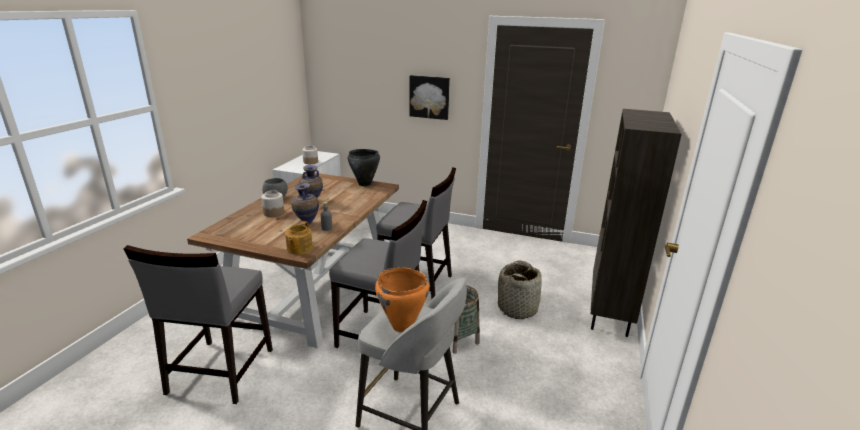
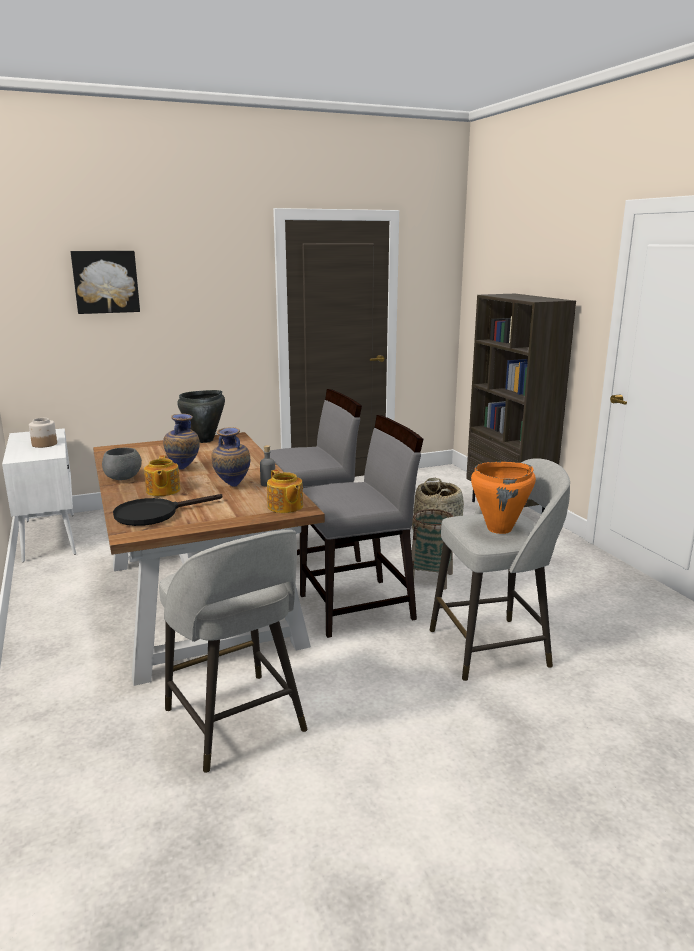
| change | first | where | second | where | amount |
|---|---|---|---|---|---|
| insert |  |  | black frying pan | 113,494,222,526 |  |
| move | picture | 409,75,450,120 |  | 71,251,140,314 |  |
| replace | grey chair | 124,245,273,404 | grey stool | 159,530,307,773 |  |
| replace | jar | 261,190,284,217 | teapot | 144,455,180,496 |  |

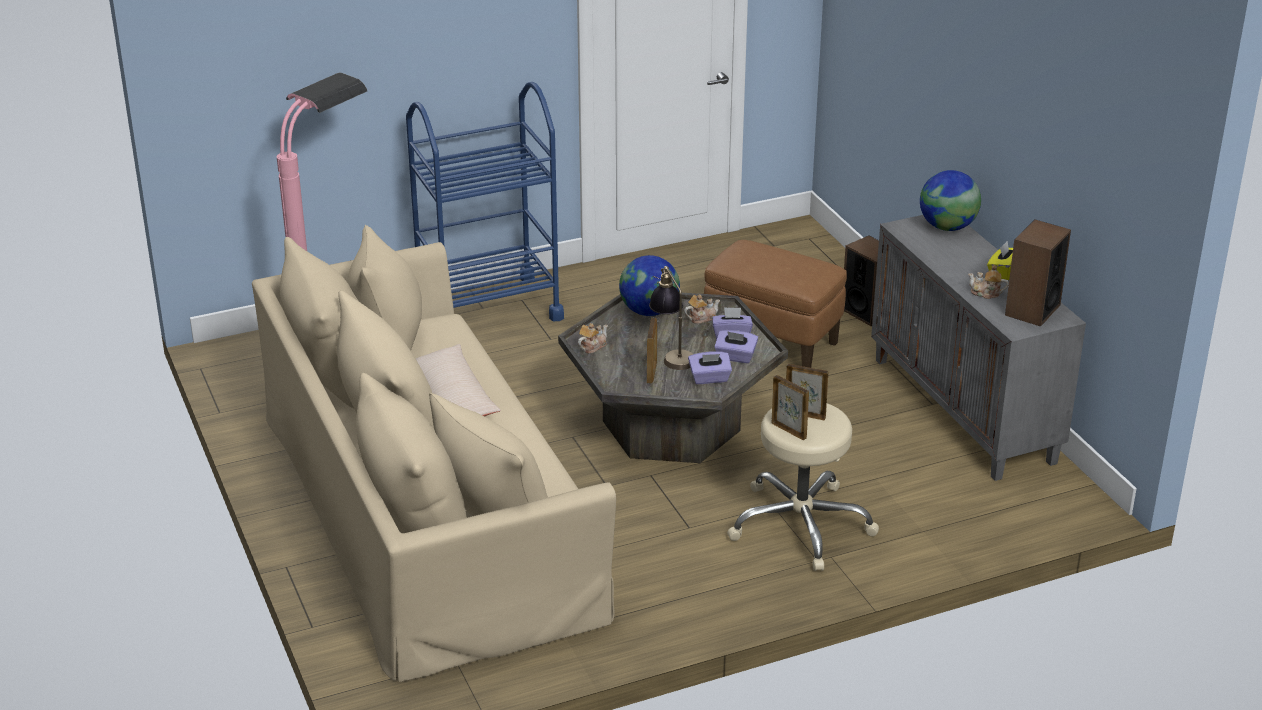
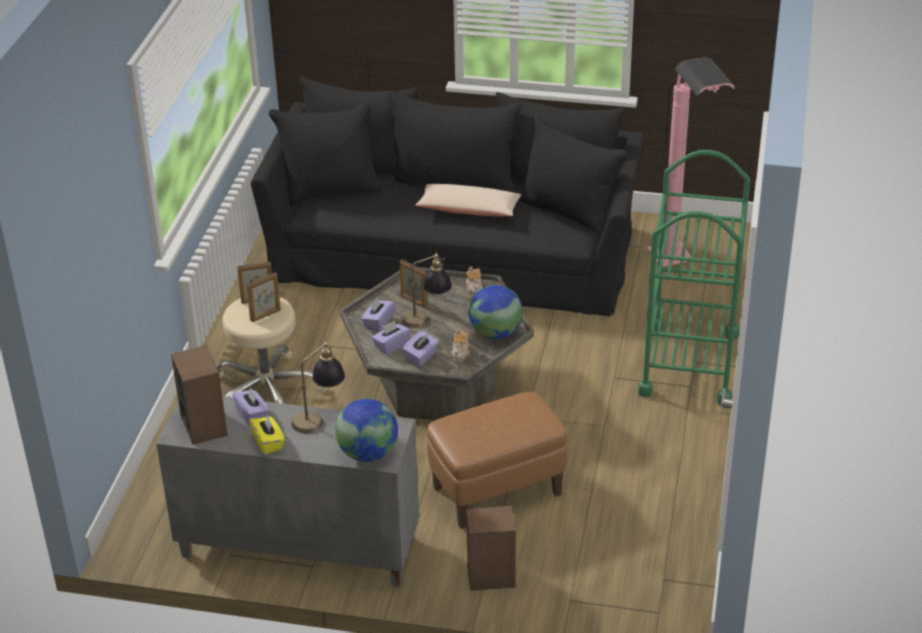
| change | first | where | second | where | amount |
|---|---|---|---|---|---|
| insert |  |  | table lamp | 292,340,345,434 |  |
| replace | teapot | 968,265,1009,299 | purple tissue box | 232,388,269,426 |  |
| recolor | beige sofa | 252,225,616,682 | black sofa | 251,77,645,317 |  |
| recolor | blue cart | 406,82,564,321 | green cart | 638,150,750,405 |  |

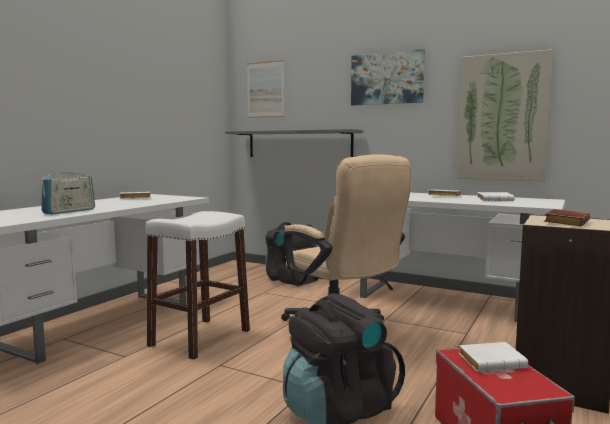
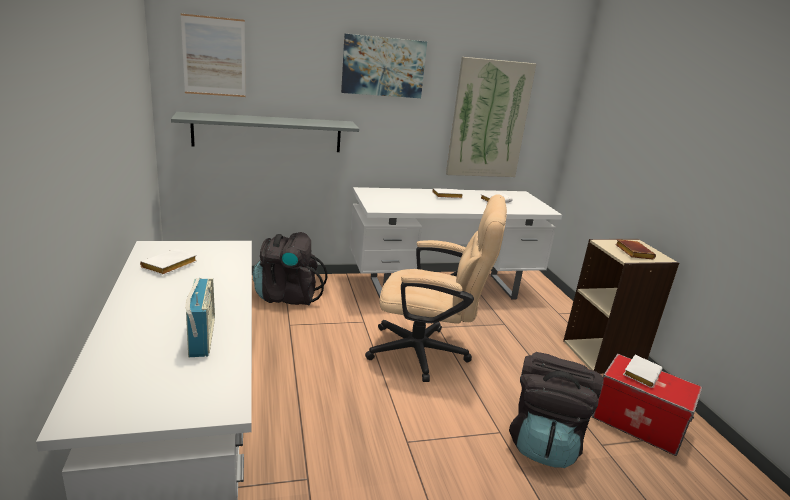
| change | first | where | second | where | amount |
|---|---|---|---|---|---|
| delete | white stool | 145,211,250,360 |  |  |  |

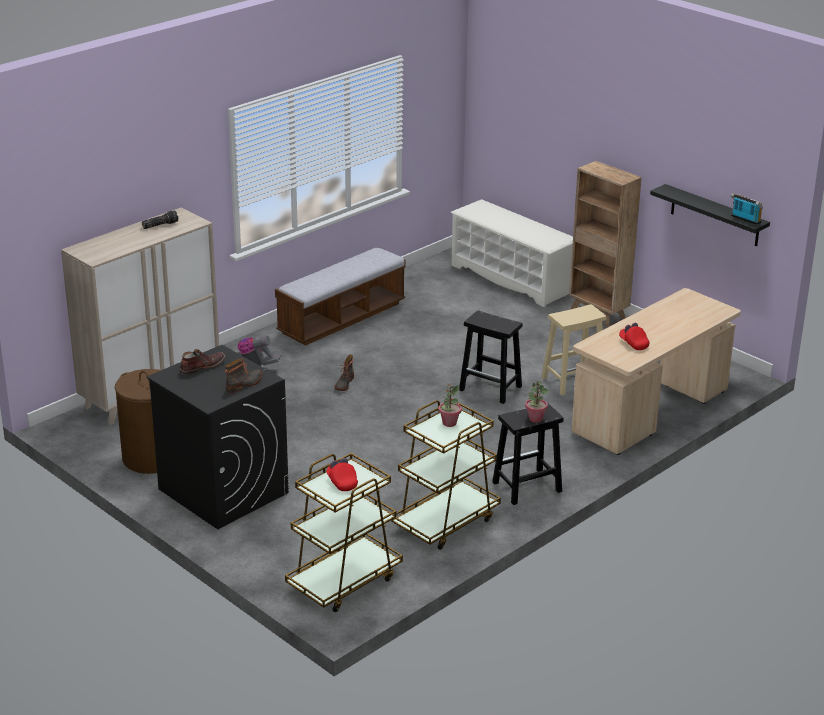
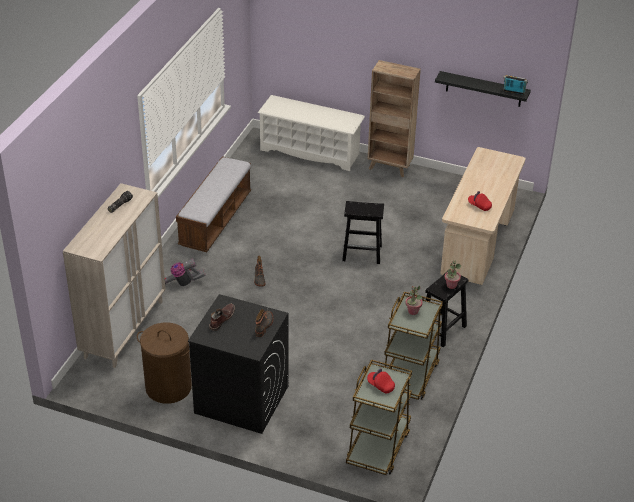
| change | first | where | second | where | amount |
|---|---|---|---|---|---|
| delete | beige stool | 541,304,607,395 |  |  |  |

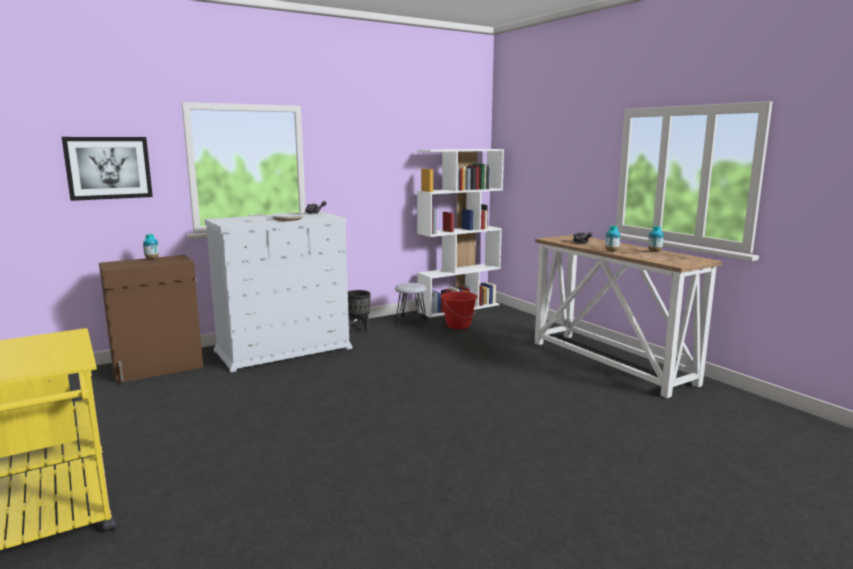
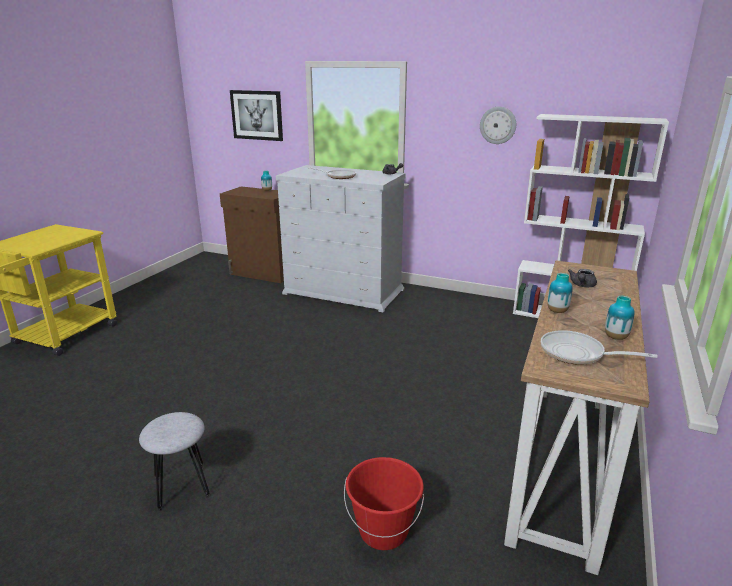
| change | first | where | second | where | amount |
|---|---|---|---|---|---|
| delete | black planter | 348,290,371,331 |  |  |  |
| insert |  |  | wall clock | 480,107,516,144 |  |
| insert |  |  | frying pan | 541,330,658,365 |  |
| move | grey stool | 395,283,427,328 |  | 139,412,210,511 |  |
| move | red bucket | 441,291,477,329 |  | 344,457,424,550 |  |

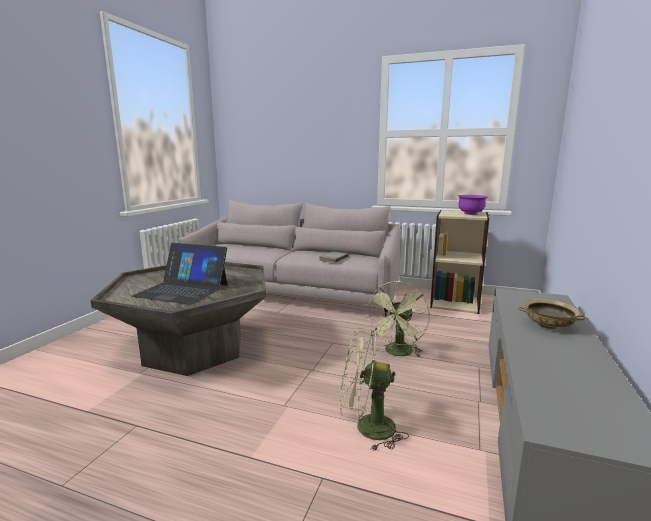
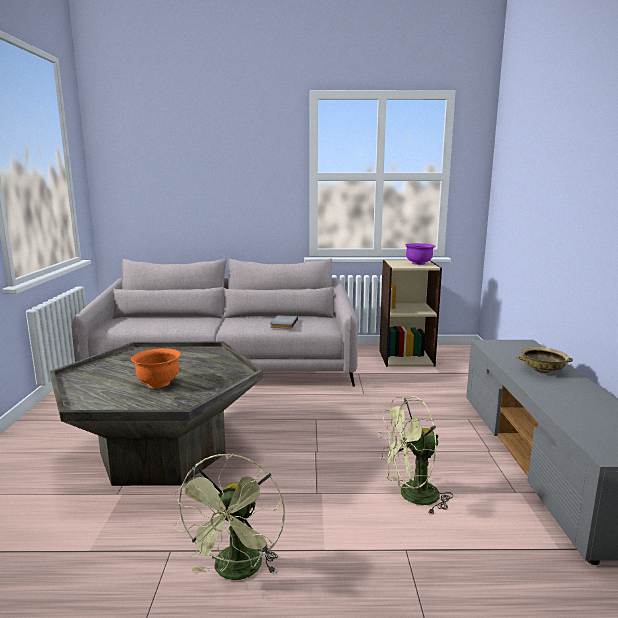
| change | first | where | second | where | amount |
|---|---|---|---|---|---|
| move | green fan | 365,281,430,358 |  | 173,453,285,580 |  |
| replace | laptop | 131,243,227,305 | orange bowl | 131,348,181,388 |  |

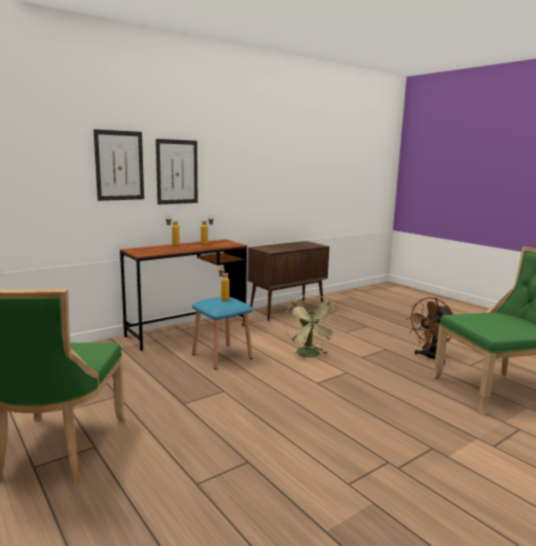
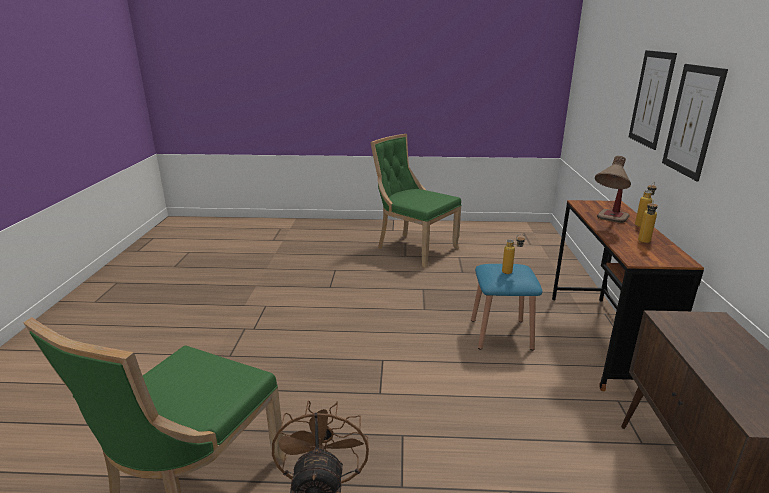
| change | first | where | second | where | amount |
|---|---|---|---|---|---|
| delete | green fan | 284,294,338,357 |  |  |  |
| insert |  |  | table lamp | 595,156,631,223 |  |

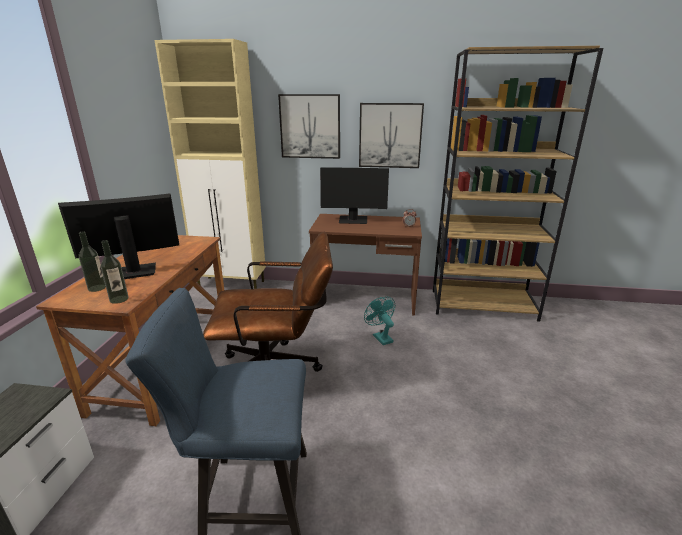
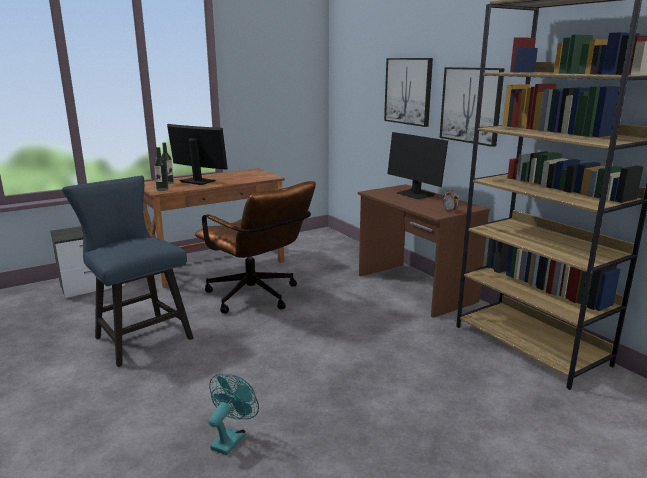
| change | first | where | second | where | amount |
|---|---|---|---|---|---|
| delete | beige cabinet | 155,39,266,289 |  |  |  |
| move | turquoise fan | 364,297,395,345 |  | 208,374,259,455 |  |

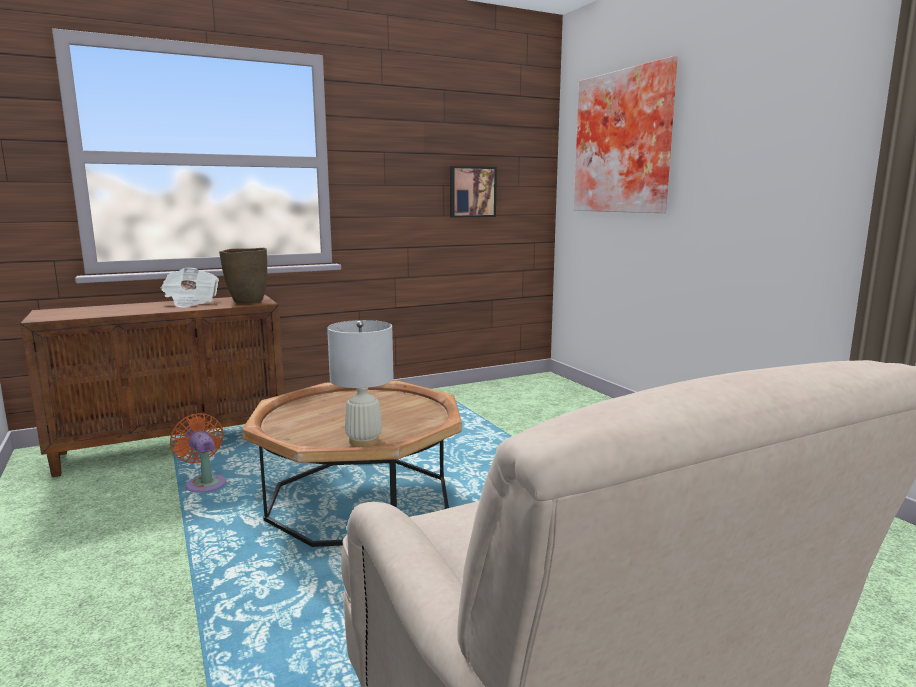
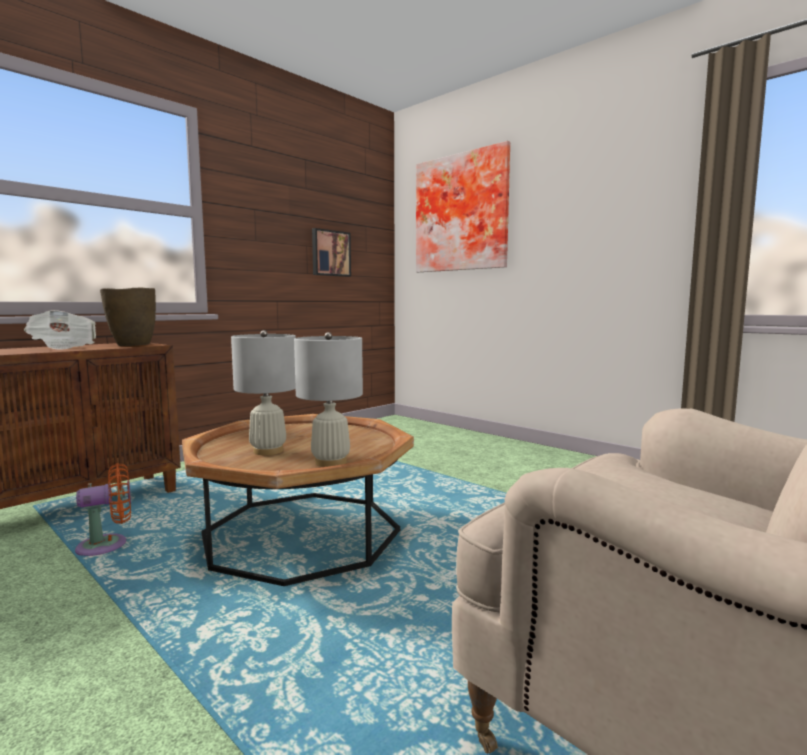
| change | first | where | second | where | amount |
|---|---|---|---|---|---|
| insert |  |  | white table lamp | 231,330,296,455 |  |
| rotate | orange fan | 170,413,227,493 |  | 75,463,131,556 | 120 degrees clockwise |

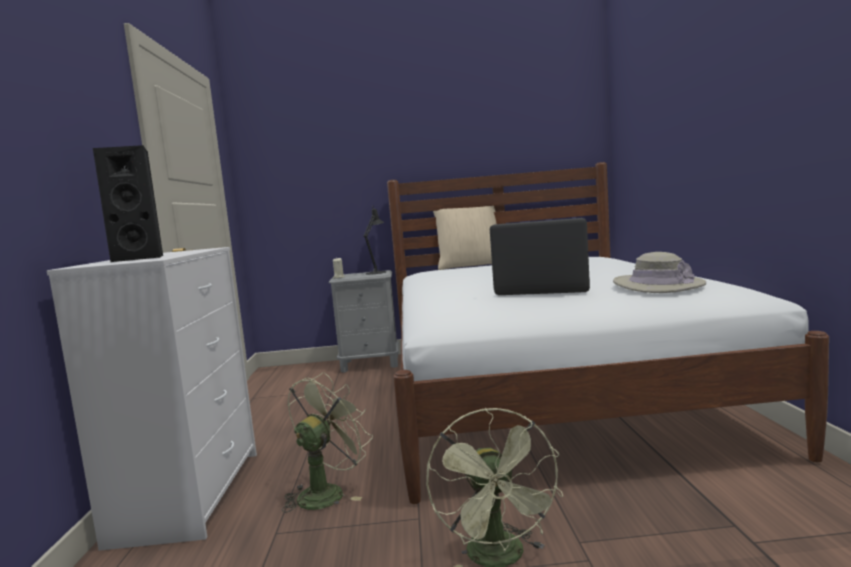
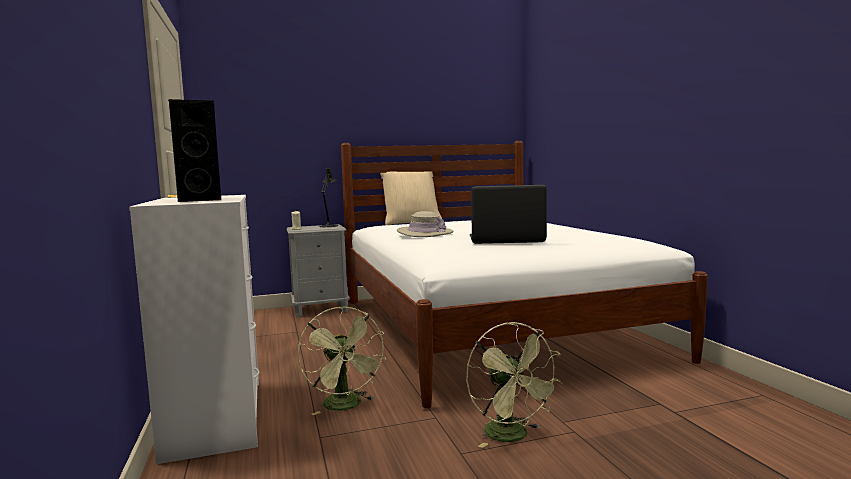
| change | first | where | second | where | amount |
|---|---|---|---|---|---|
| move | beige hat | 613,252,706,293 |  | 397,211,453,237 |  |
| rotate | green fan | 282,372,373,513 |  | 298,307,386,415 | 135 degrees clockwise |

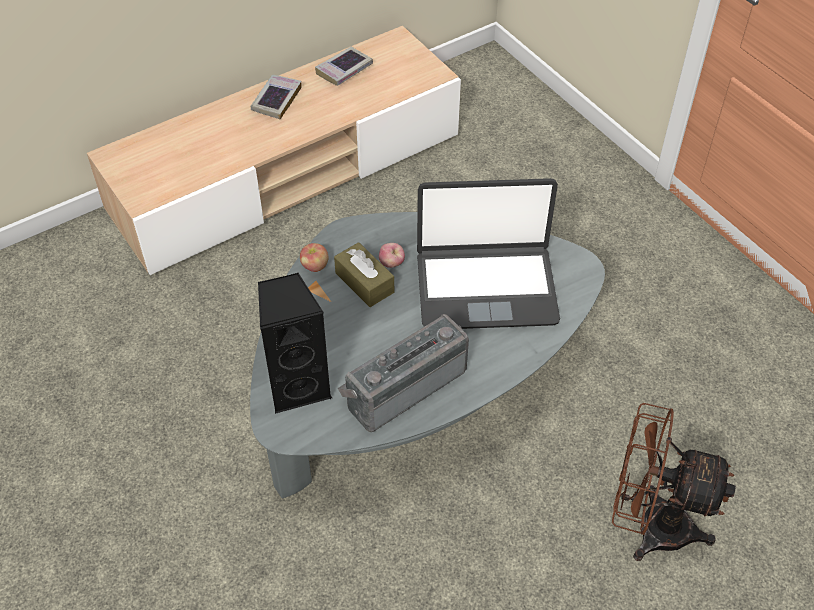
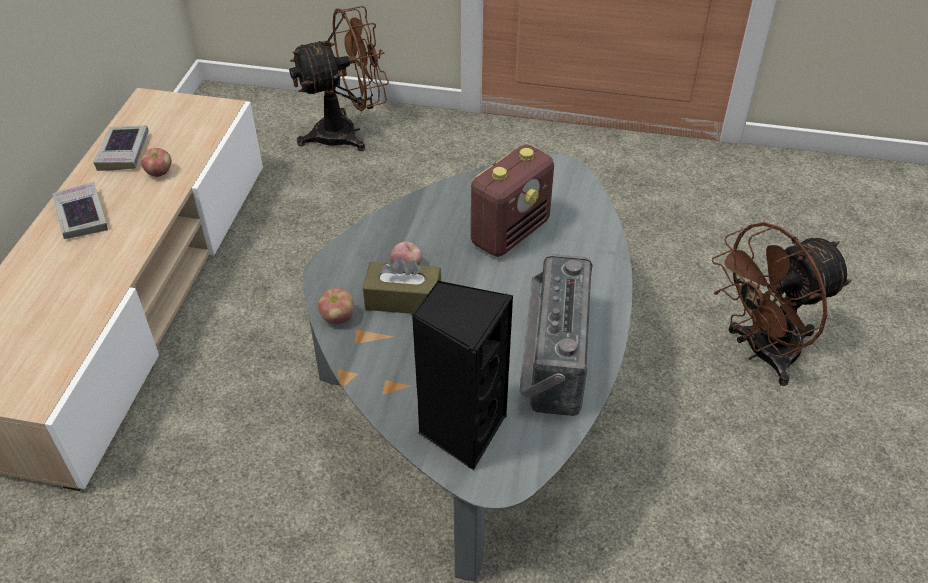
| change | first | where | second | where | amount |
|---|---|---|---|---|---|
| insert |  |  | apple | 141,148,172,177 |  |
| insert |  |  | brown fan | 289,6,389,151 |  |
| replace | laptop | 417,178,560,329 | radio | 471,144,554,257 |  |

